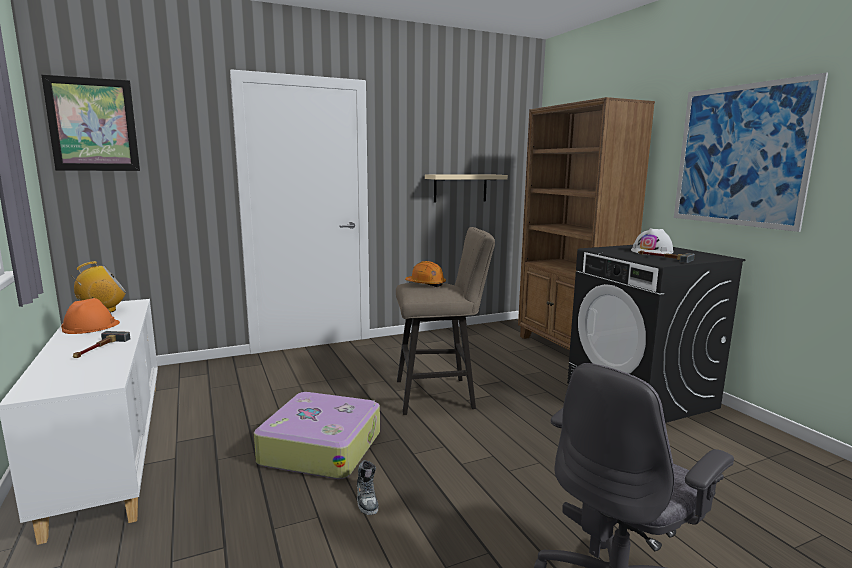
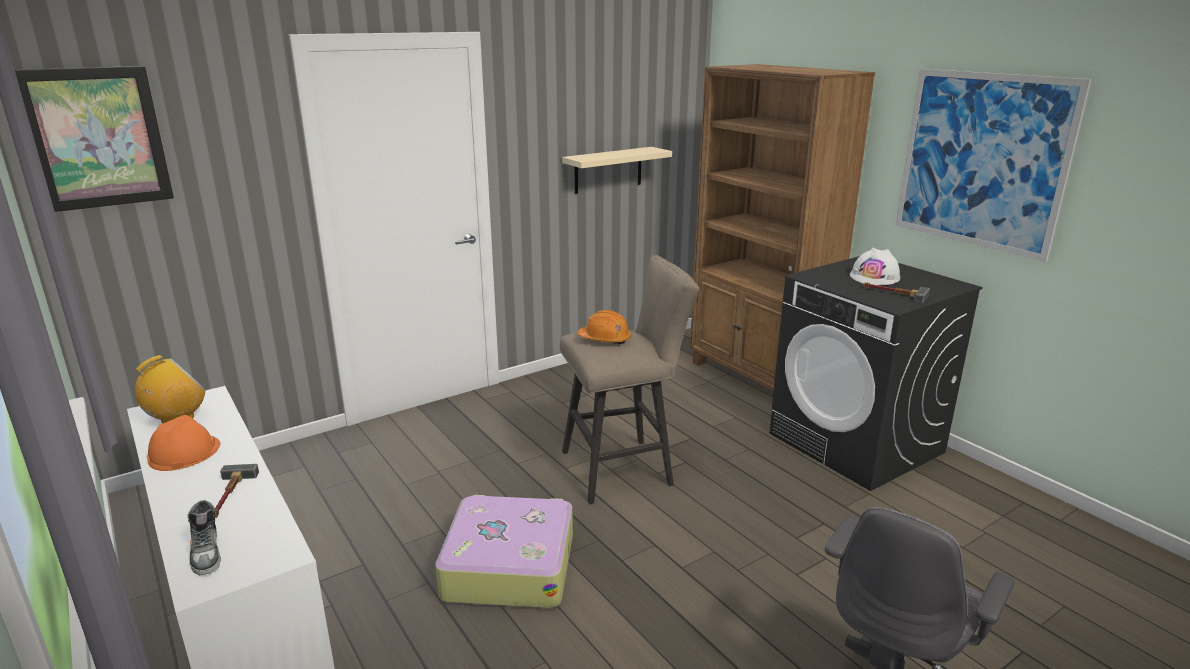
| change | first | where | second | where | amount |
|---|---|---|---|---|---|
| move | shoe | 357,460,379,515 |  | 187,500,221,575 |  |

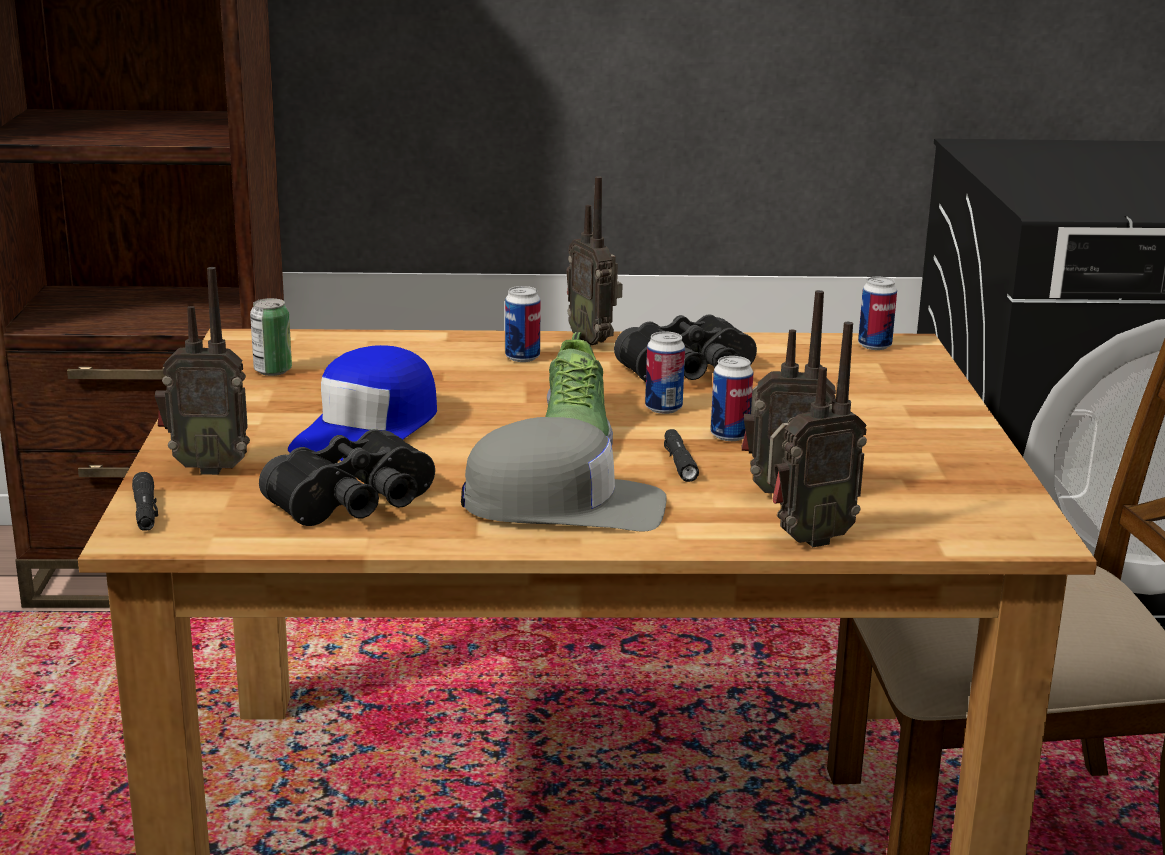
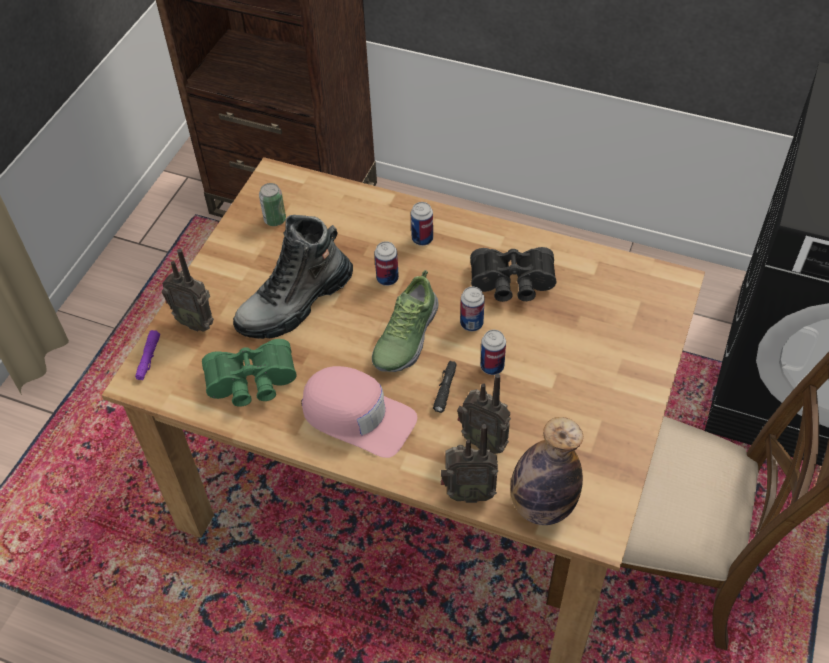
| change | first | where | second | where | amount |
|---|---|---|---|---|---|
| delete | radio | 566,176,623,345 |  |  |  |
| insert |  |  | bottle | 510,417,583,525 |  |
| move | can | 858,276,897,350 |  | 374,241,399,286 |  |
| replace | blue cap | 288,345,437,461 | boot | 233,215,353,339 |  |
| recolor | black flashlight | 132,472,158,531 | purple flashlight | 135,330,160,380 |  |
| recolor | black binoculars | 259,429,435,526 | green binoculars | 202,339,297,407 |  |
| recolor | grey cap | 461,417,667,531 | pink cap | 301,366,417,458 |  |

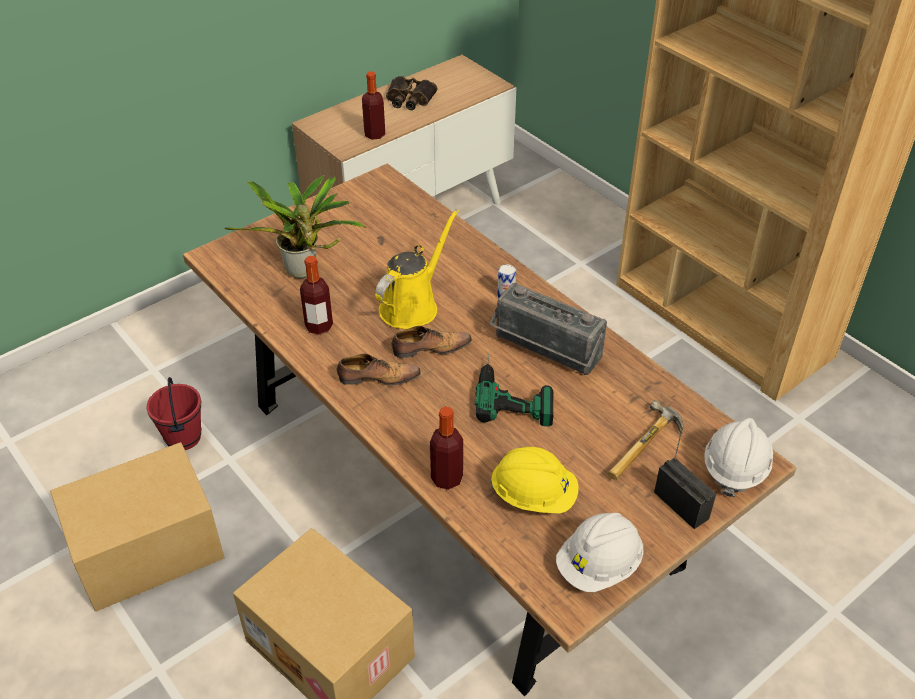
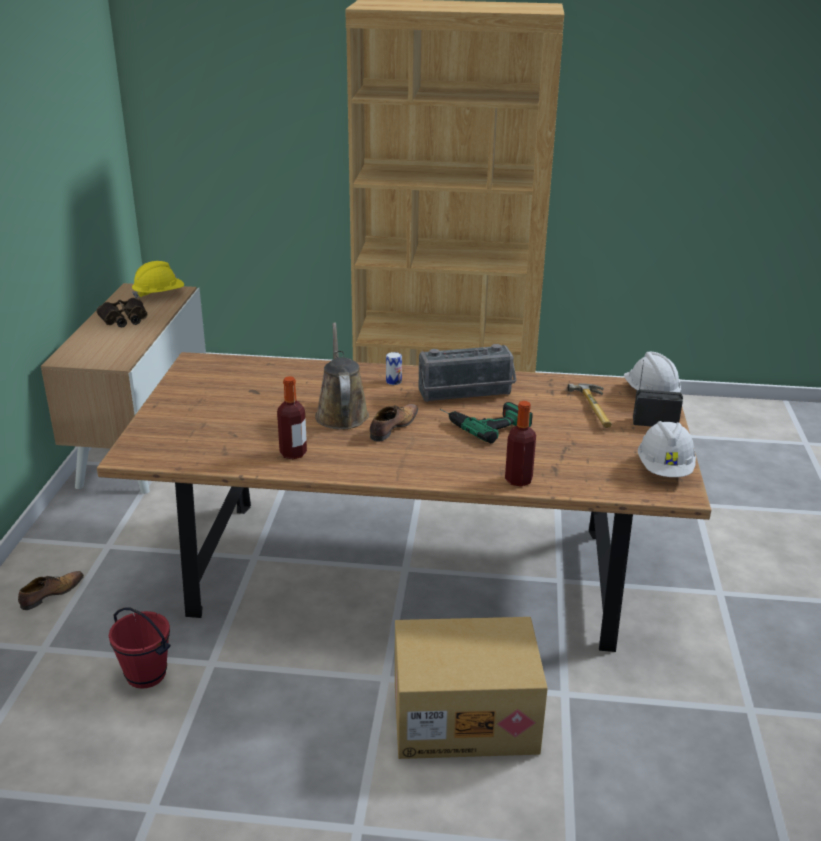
| change | first | where | second | where | amount |
|---|---|---|---|---|---|
| delete | cardboard box | 50,442,224,612 |  |  |  |
| delete | potted plant | 225,175,366,279 |  |  |  |
| delete | bottle | 362,71,385,140 |  |  |  |
| move | shoe | 337,354,421,386 |  | 18,571,84,610 |  |
| move | yellow hard hat | 490,447,579,514 |  | 132,261,184,299 |  |
| recolor | yellow watering can | 375,209,459,329 | brown watering can | 315,322,369,430 |  |

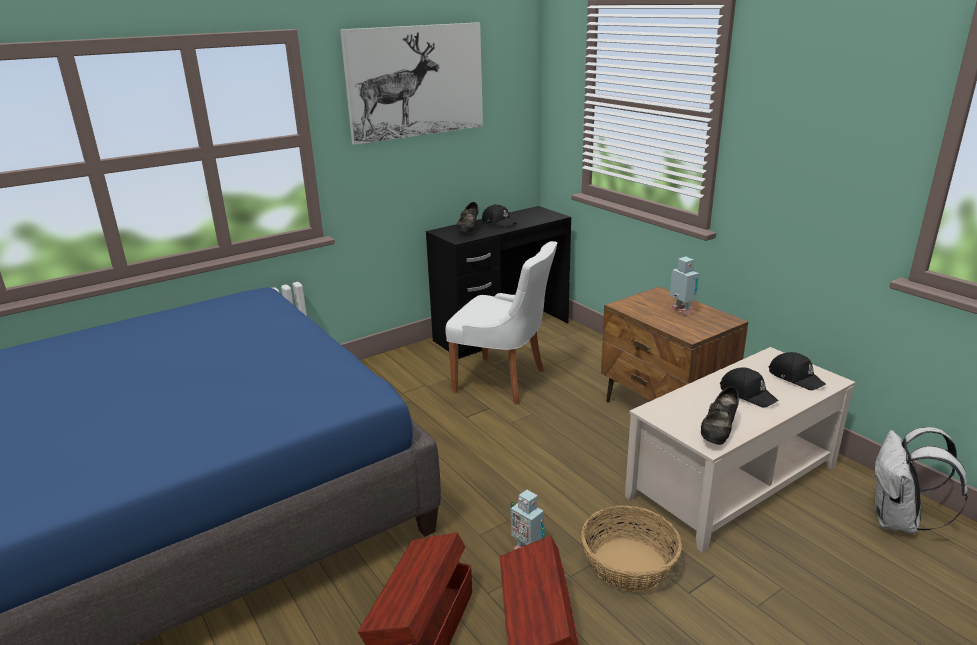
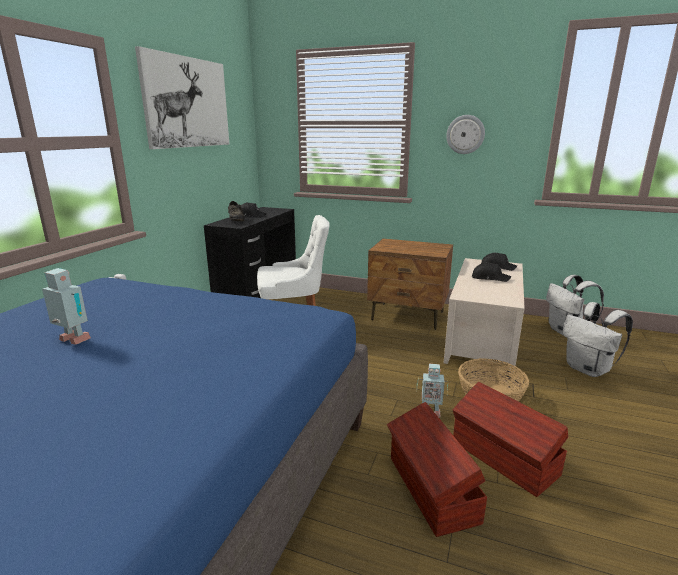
| change | first | where | second | where | amount |
|---|---|---|---|---|---|
| delete | black shoe | 701,386,739,445 |  |  |  |
| insert |  |  | wall clock | 446,115,485,154 |  |
| insert |  |  | white backpack | 563,302,633,377 |  |
| move | toy robot | 670,256,699,315 |  | 42,268,91,345 |  |

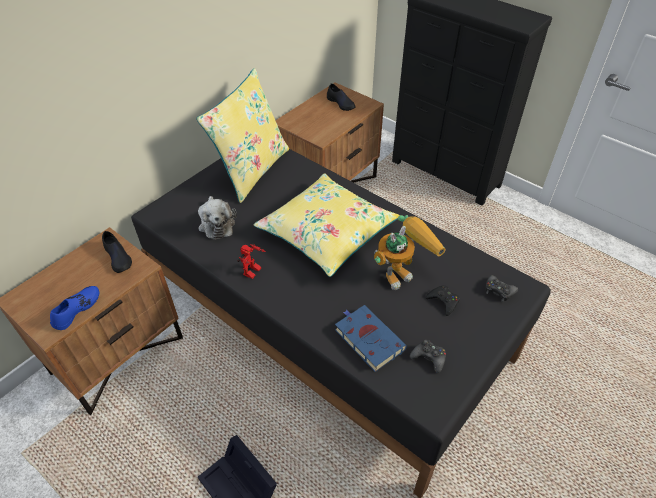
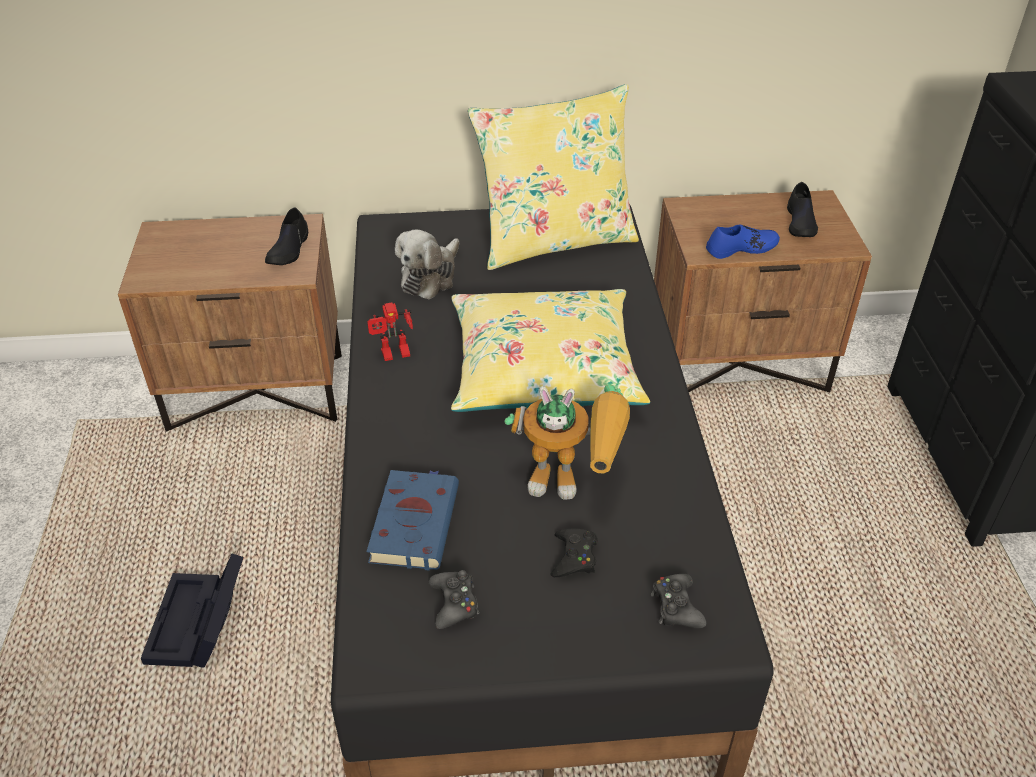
| change | first | where | second | where | amount |
|---|---|---|---|---|---|
| move | blue shoe | 50,286,99,330 |  | 706,225,780,259 |  |

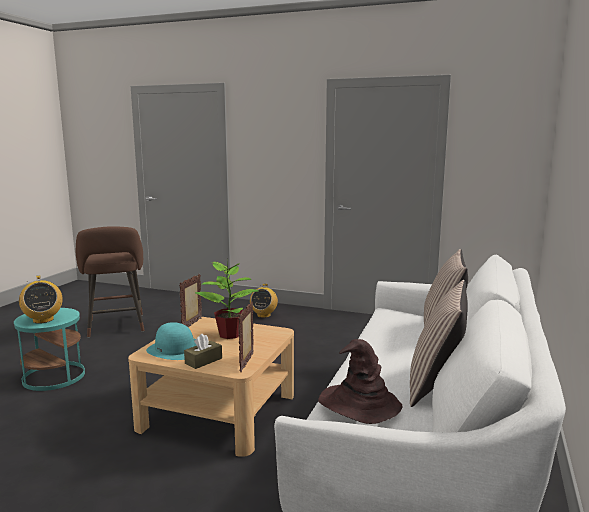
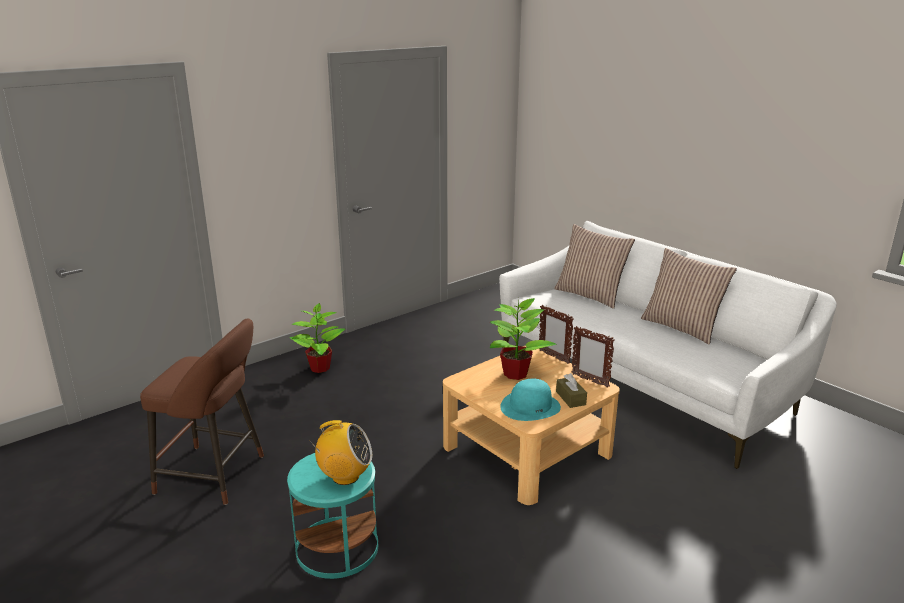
| change | first | where | second | where | amount |
|---|---|---|---|---|---|
| delete | brown hat | 318,339,402,424 |  |  |  |
| move | picture frame | 179,274,202,328 |  | 539,305,573,364 |  |
| replace | radio | 250,284,278,318 | potted plant | 289,303,345,373 |  |

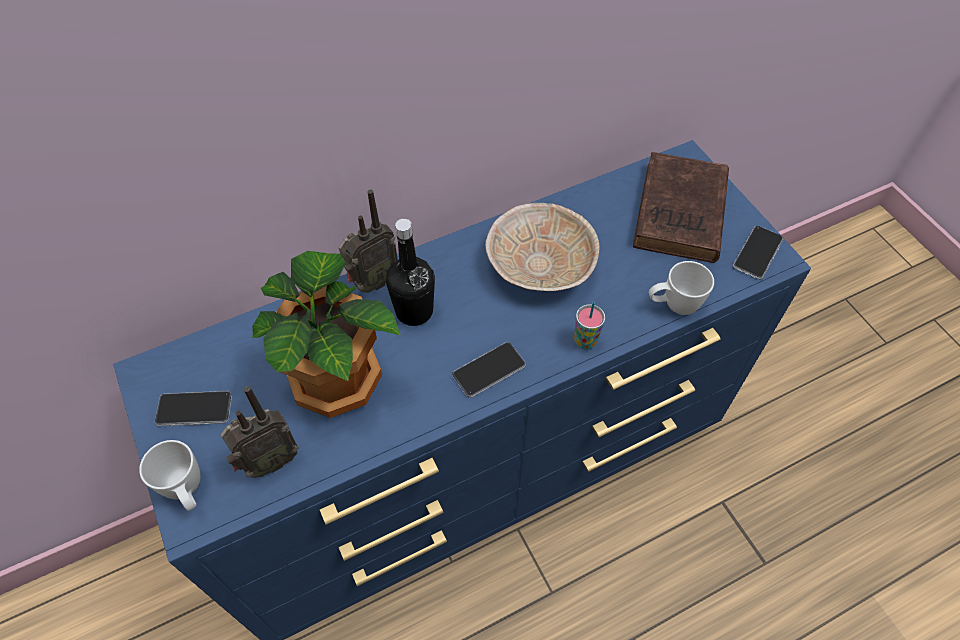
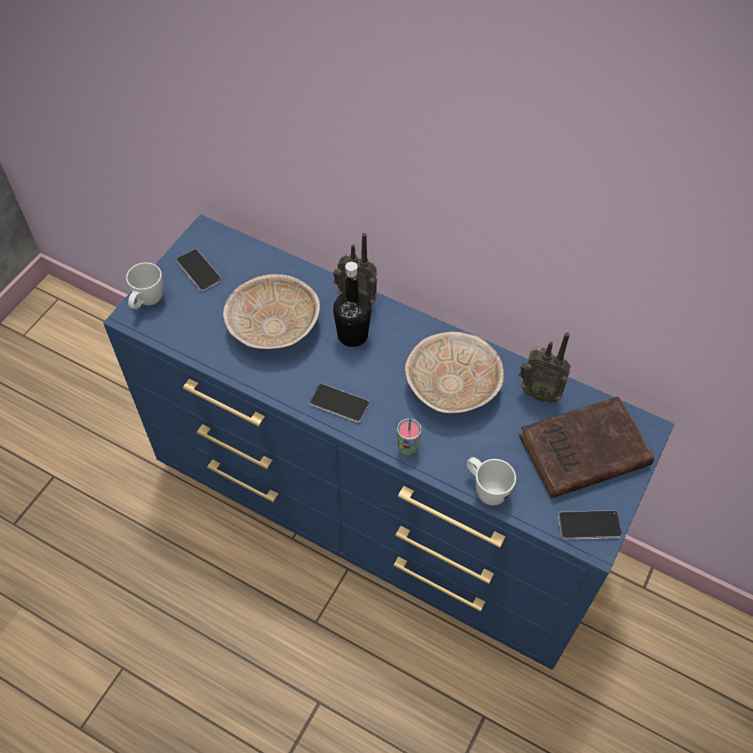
| change | first | where | second | where | amount |
|---|---|---|---|---|---|
| move | radio | 221,386,299,478 |  | 519,332,571,403 |  |
| replace | potted plant | 252,251,401,418 | beige bowl | 223,274,320,349 |  |

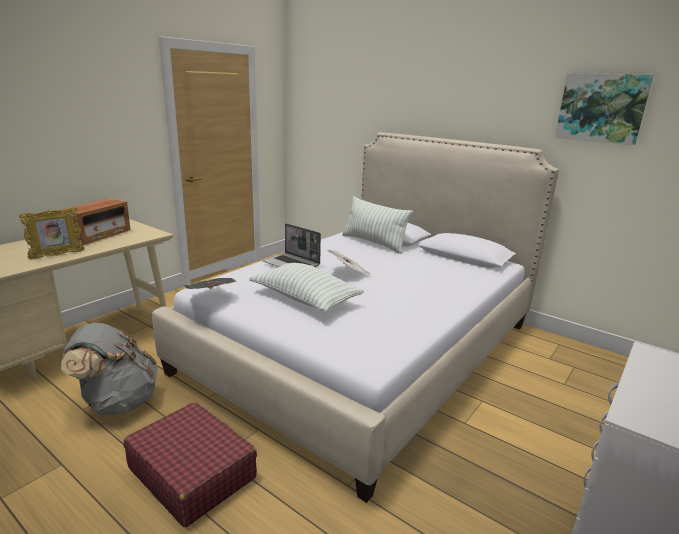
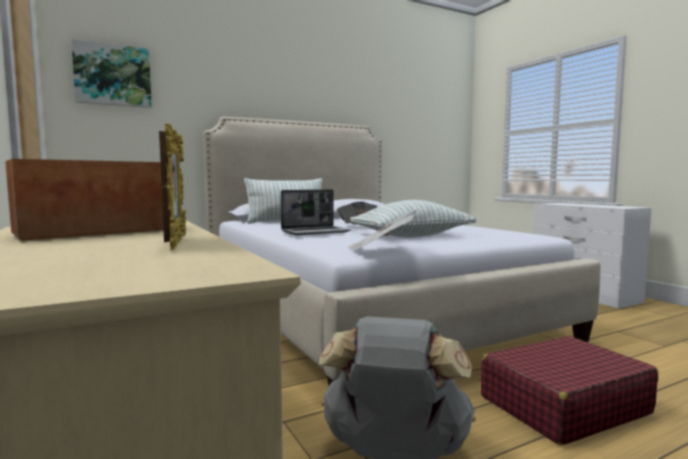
| change | first | where | second | where | amount |
|---|---|---|---|---|---|
| move | picture | 555,73,653,145 |  | 71,39,152,108 |  |
| rotate | radio | 60,198,131,245 |  | 5,159,164,241 | 90 degrees counterclockwise |

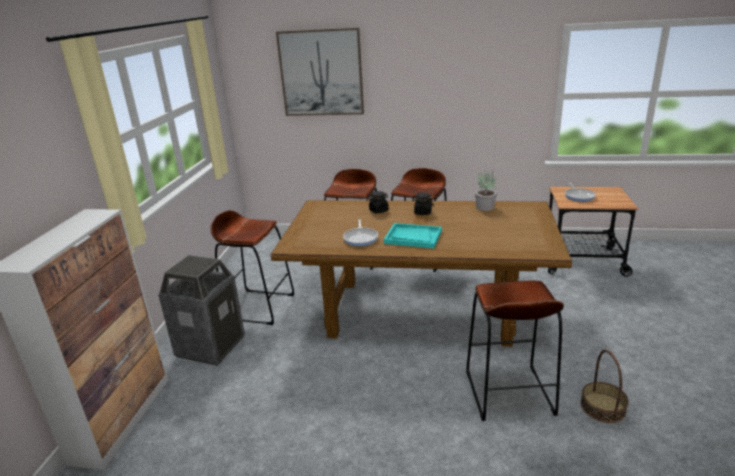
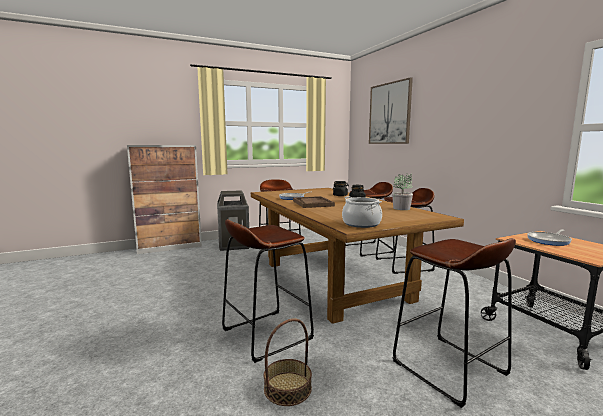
| change | first | where | second | where | amount |
|---|---|---|---|---|---|
| insert |  |  | cooking pot | 342,196,382,228 |  |
| insert |  |  | brown stool | 392,238,516,408 |  |
| recolor | turquoise tray | 384,223,442,248 | brown tray | 293,196,335,208 |  |

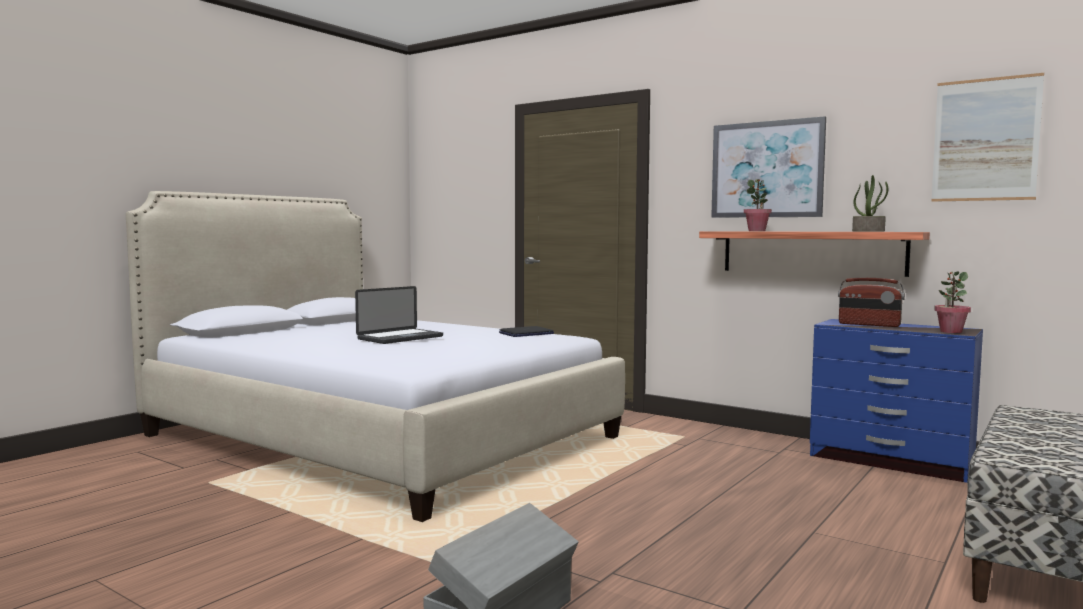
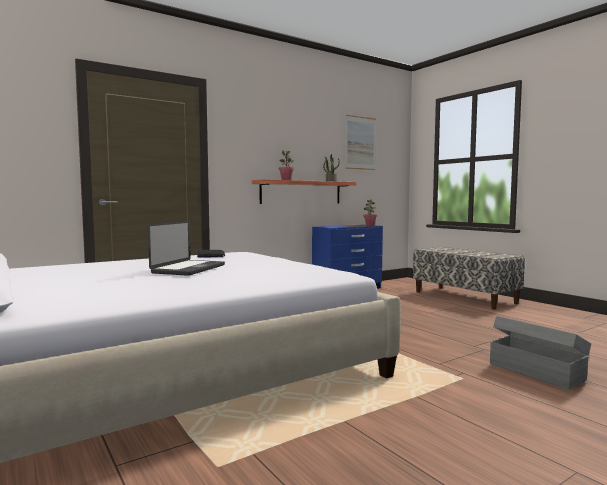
| change | first | where | second | where | amount |
|---|---|---|---|---|---|
| delete | picture | 711,116,826,218 |  |  |  |
| delete | radio | 838,278,905,327 |  |  |  |
| rotate | laptop | 355,286,443,344 |  | 148,221,225,276 | 45 degrees clockwise |

